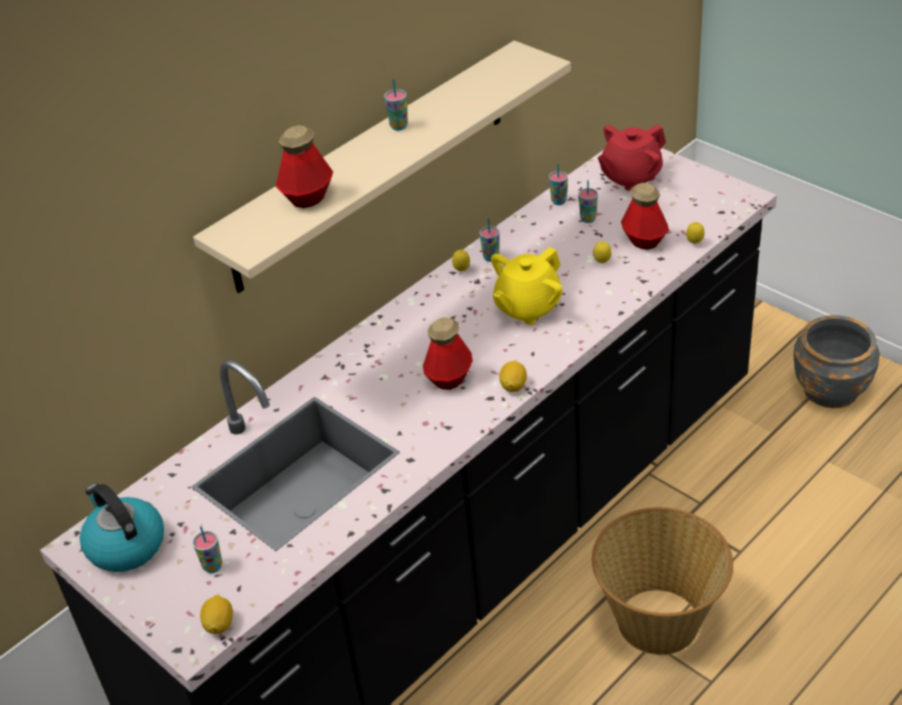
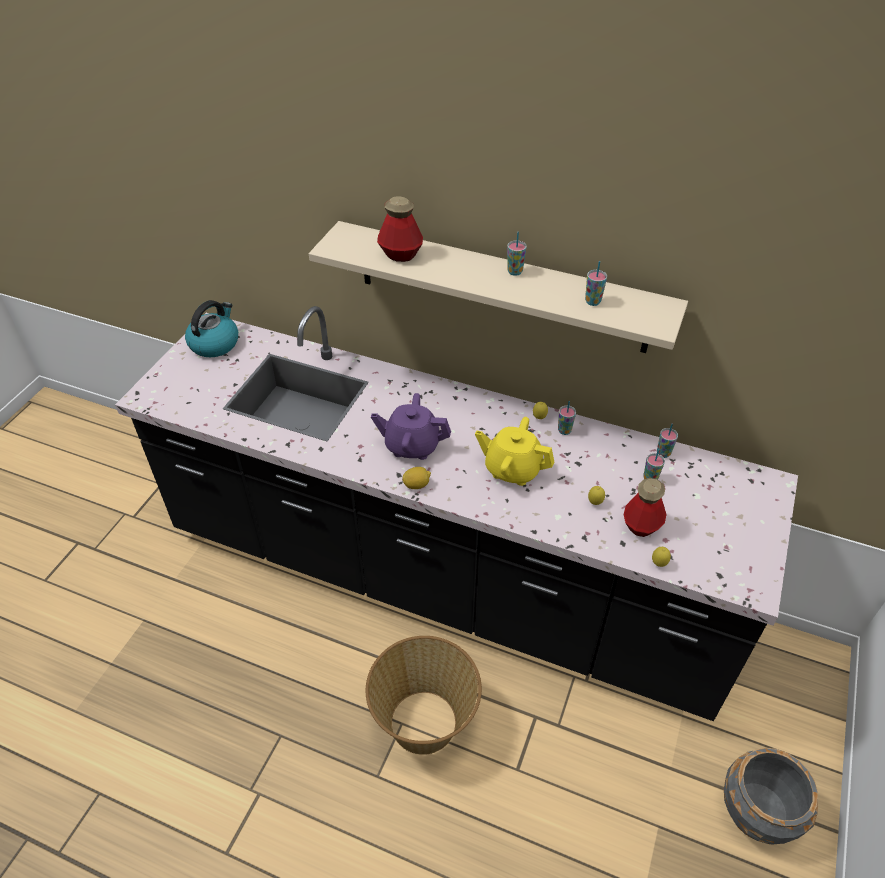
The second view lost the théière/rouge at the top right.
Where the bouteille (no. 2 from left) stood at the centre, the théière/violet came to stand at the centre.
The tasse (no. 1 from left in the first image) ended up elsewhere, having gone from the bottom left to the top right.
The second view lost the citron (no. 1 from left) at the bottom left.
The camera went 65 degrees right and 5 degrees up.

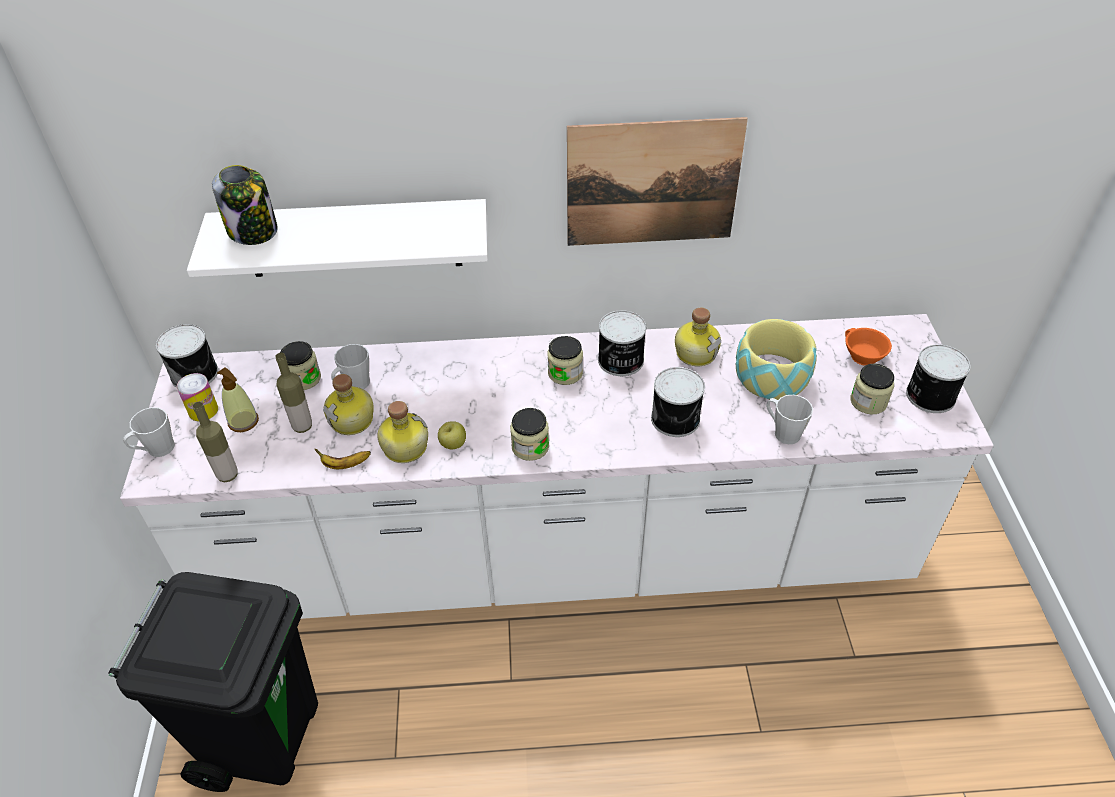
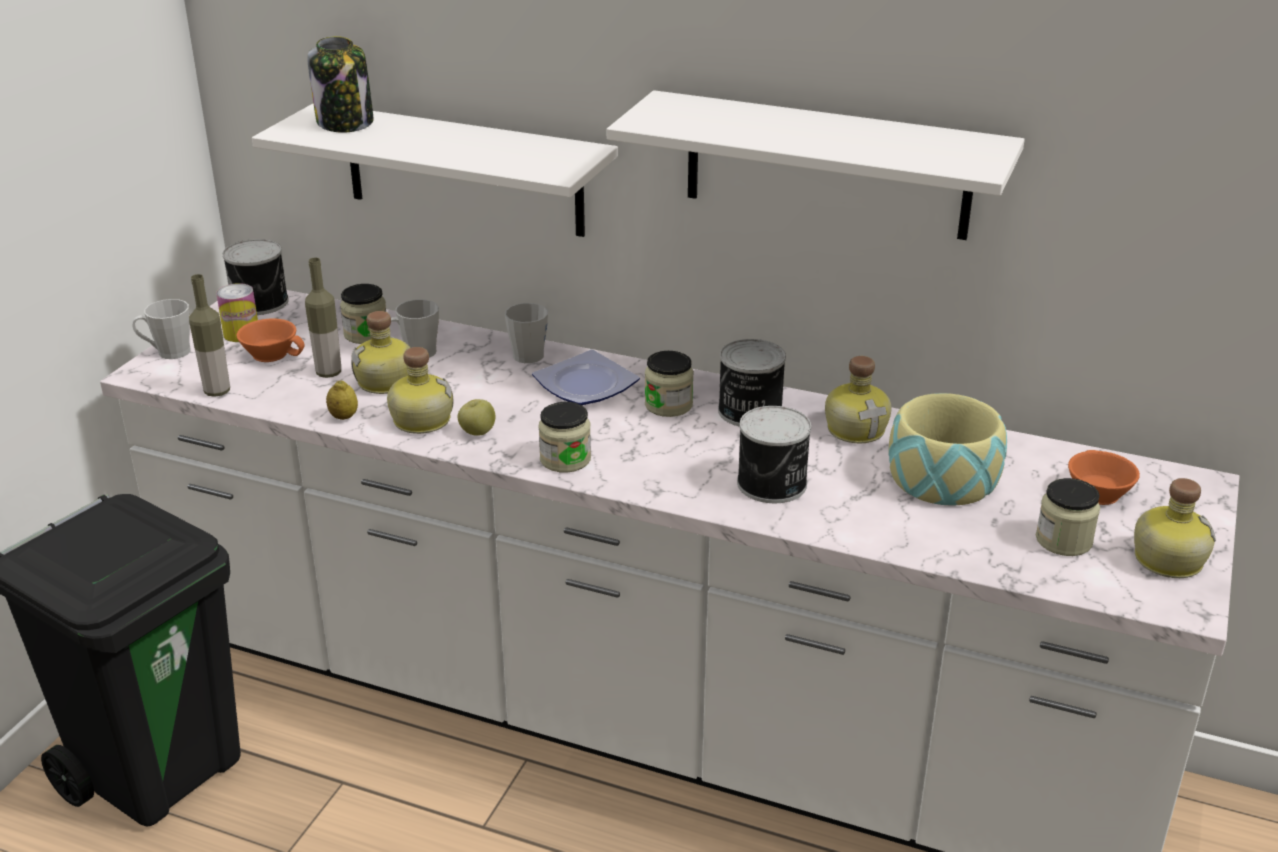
Where the tableau hung at the top centre, the étagère/blanc (no. 2 from left) came to hang at the top centre.
Where the boîte métallique (no. 5 from left) stood at the middle right, the bouteille (no. 6 from left) came to stand at the middle right.
Where the distributeur de savon stood at the middle left, the tasse/orange (no. 1 from left) came to stand at the middle left.
The mug/gris (no. 3 from left) ended up elsewhere, having gone from the middle right to the centre.
Where the banane stood at the middle left, the citron came to stand at the middle left.
The second view gained the assiette at the centre.
The camera went 25 degrees right and 15 degrees down.

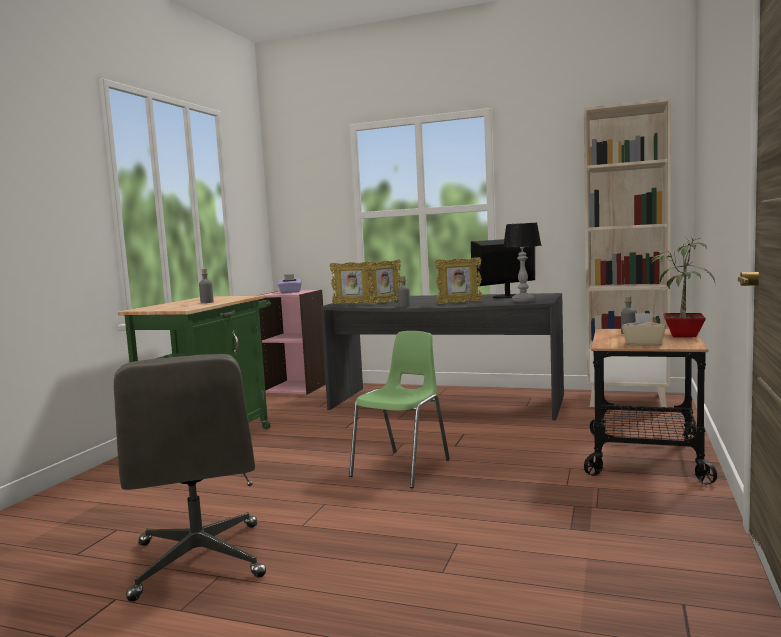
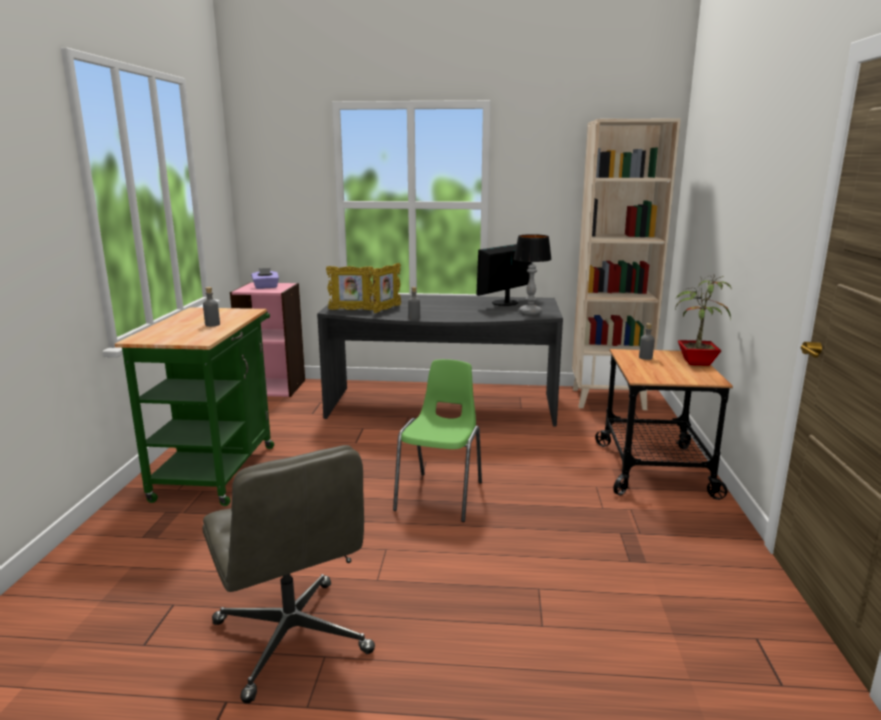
The second view lost the cadre photo (no. 3 from left) at the centre.
The second view lost the boîte à mouchoirs/beige at the middle right.
The camera went 15 degrees left and 10 degrees up.

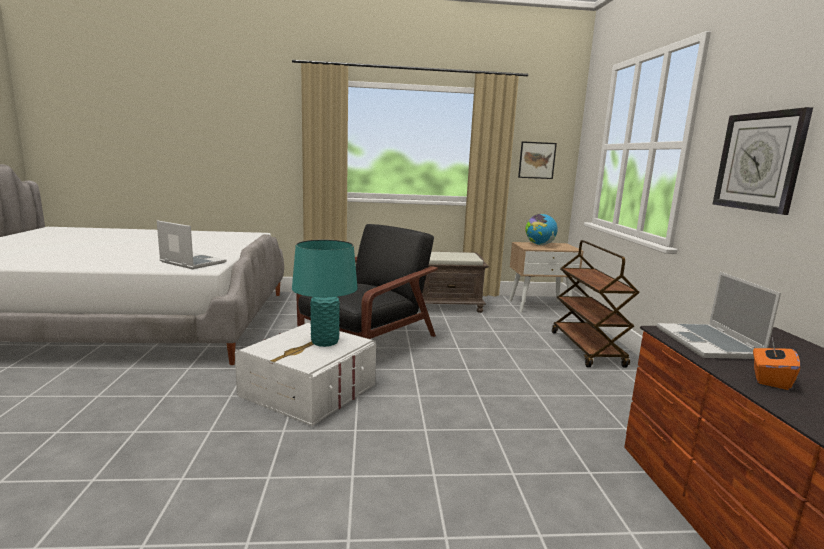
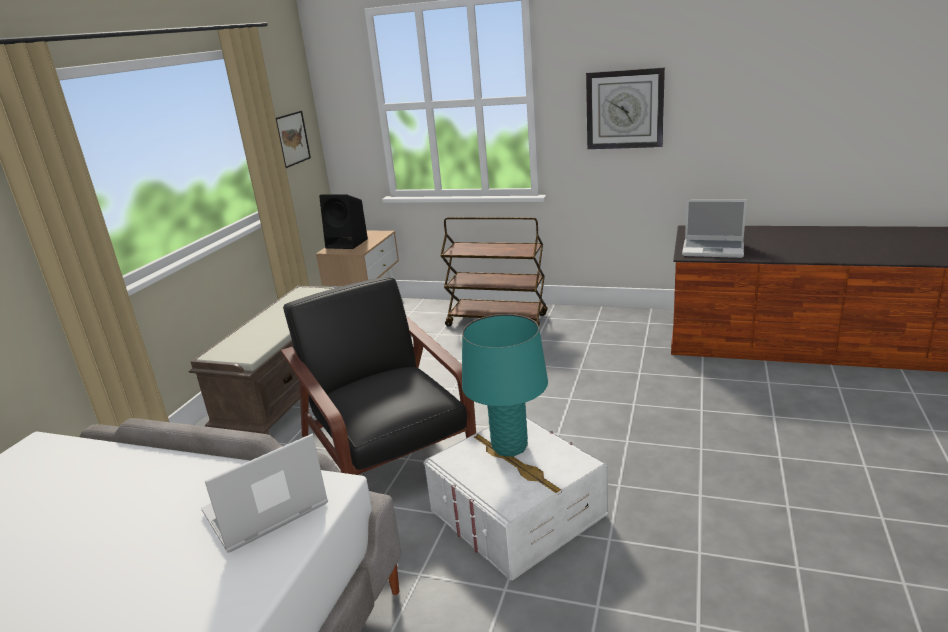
Where the globe stood at the centre, the enceinte/noir came to stand at the centre.
The second view lost the boîte à mouchoirs/orange at the middle right.
The camera went 65 degrees left and 10 degrees up.

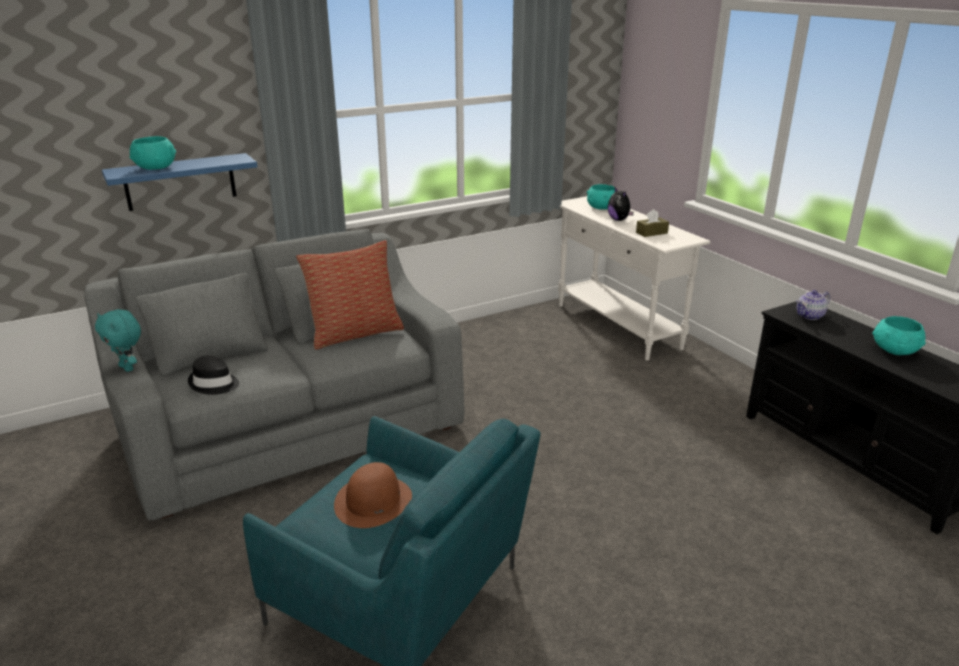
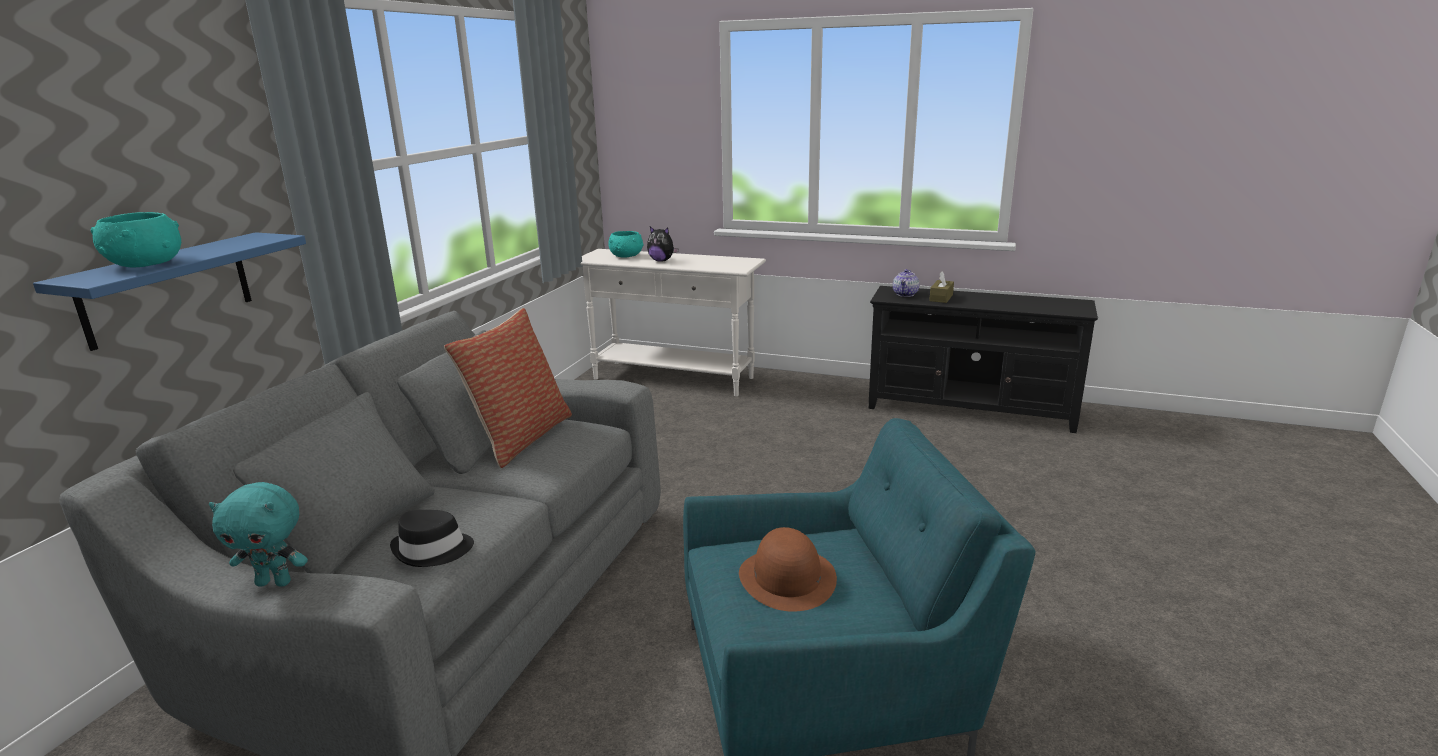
The boîte à mouchoirs/marron ended up elsewhere, having gone from the middle right to the centre.
The second view lost the bol/turquoise (no. 3 from left) at the middle right.
The camera went 40 degrees left and 5 degrees down.

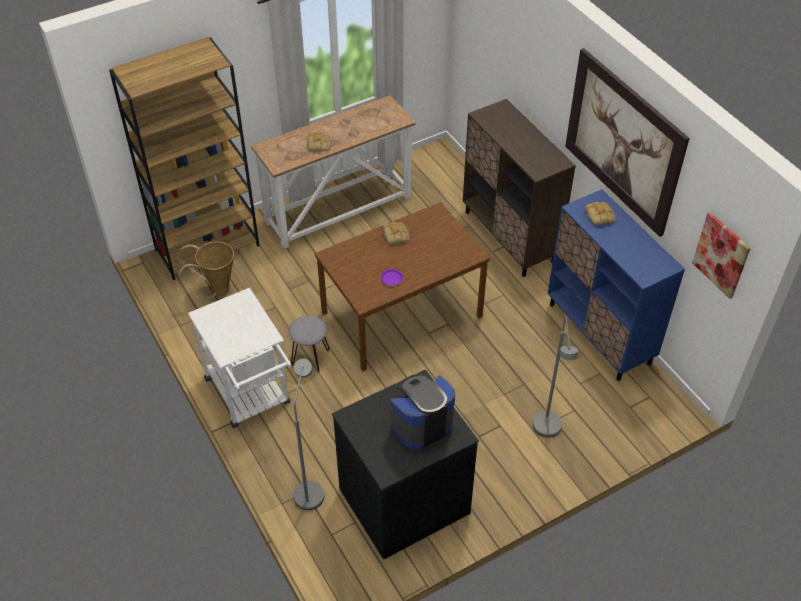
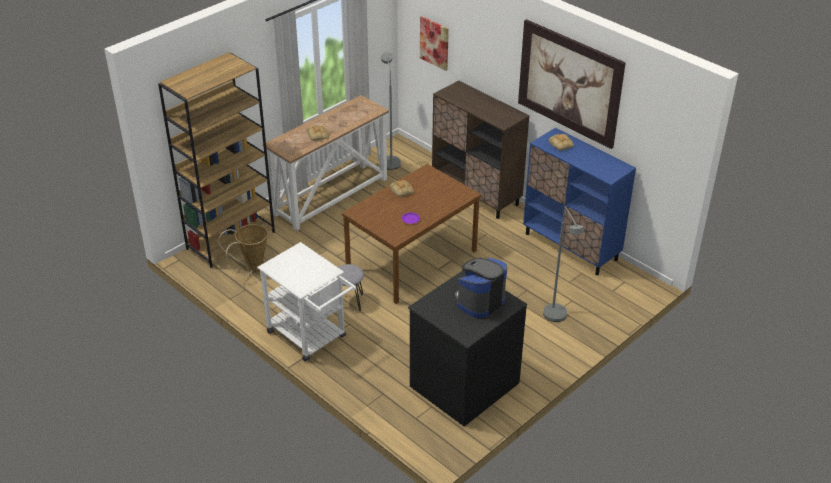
The tableau (no. 2 from left in the first image) ended up elsewhere, having gone from the middle right to the top centre.
The lampadaire/gris (no. 1 from left) ended up elsewhere, having gone from the bottom centre to the top centre.
The camera went 15 degrees left and 10 degrees down.

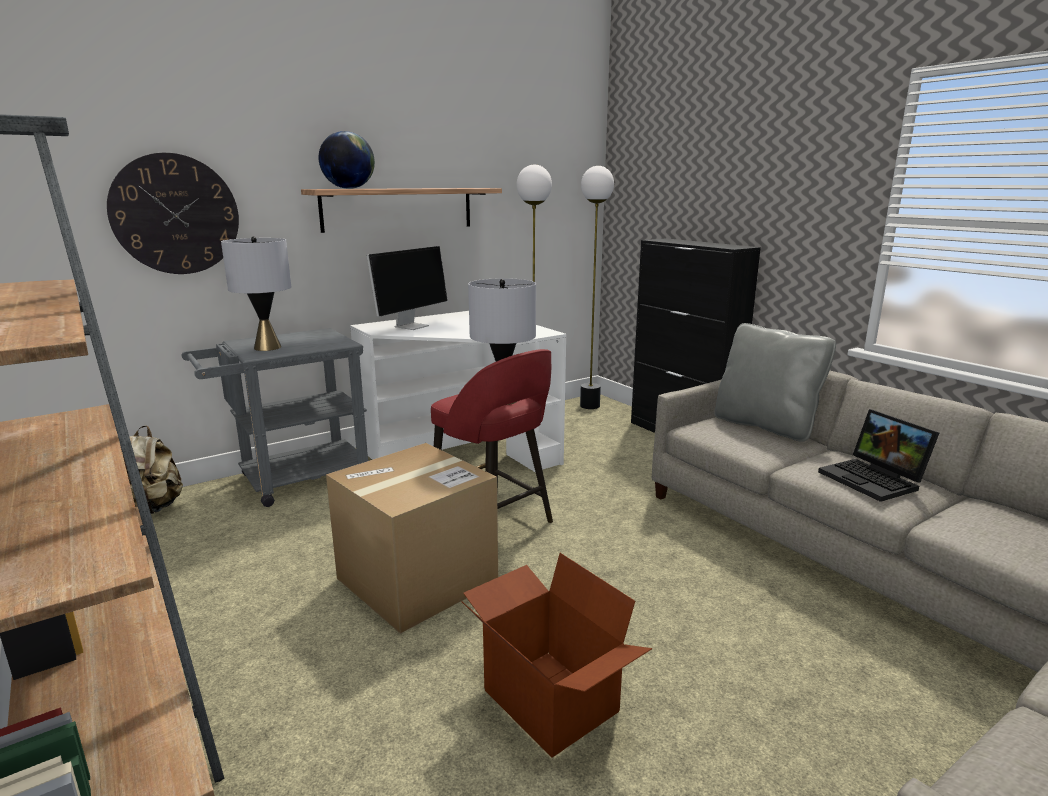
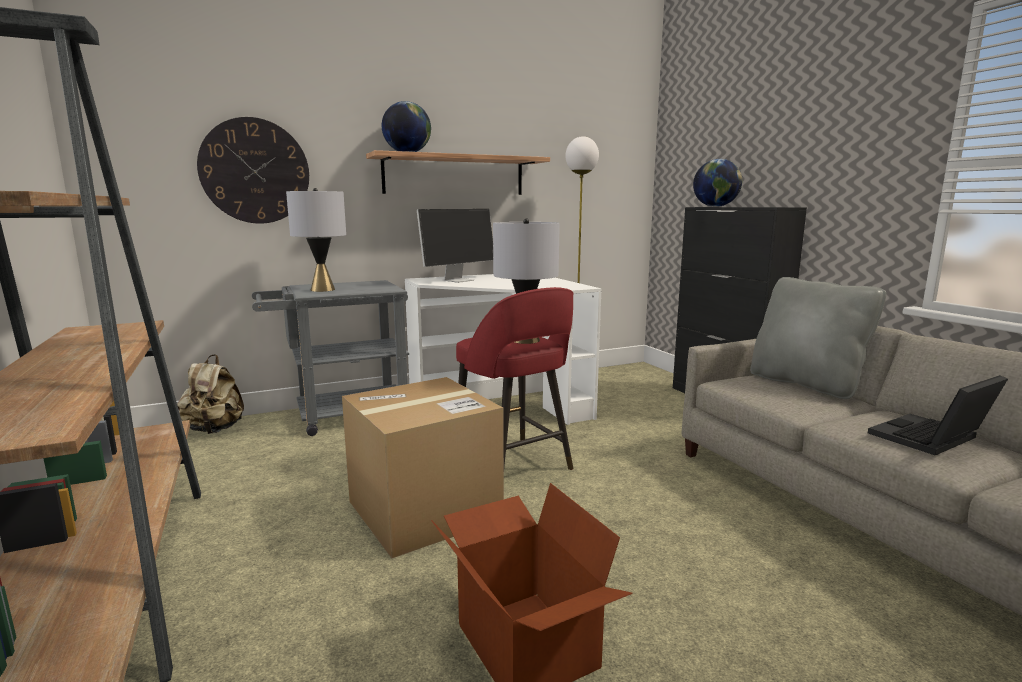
The second view lost the lampadaire (no. 2 from left) at the centre.
The ordinateur portable at the middle right ended up facing another way, 75 degrees clockwise from before.
The second view gained the globe (no. 2 from left) at the top right.
The camera went 10 degrees right and 5 degrees down.

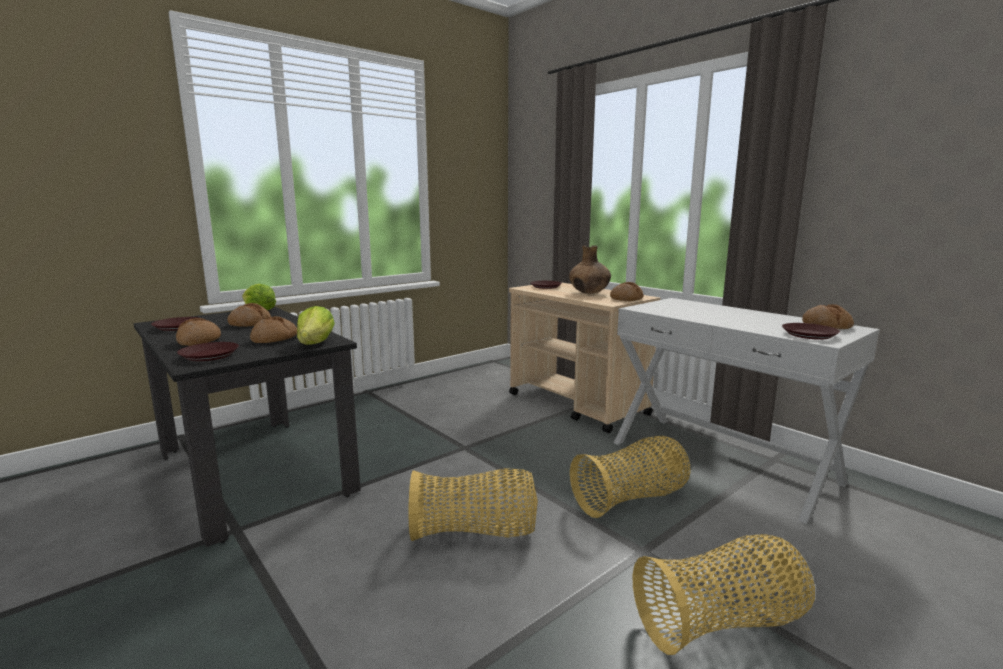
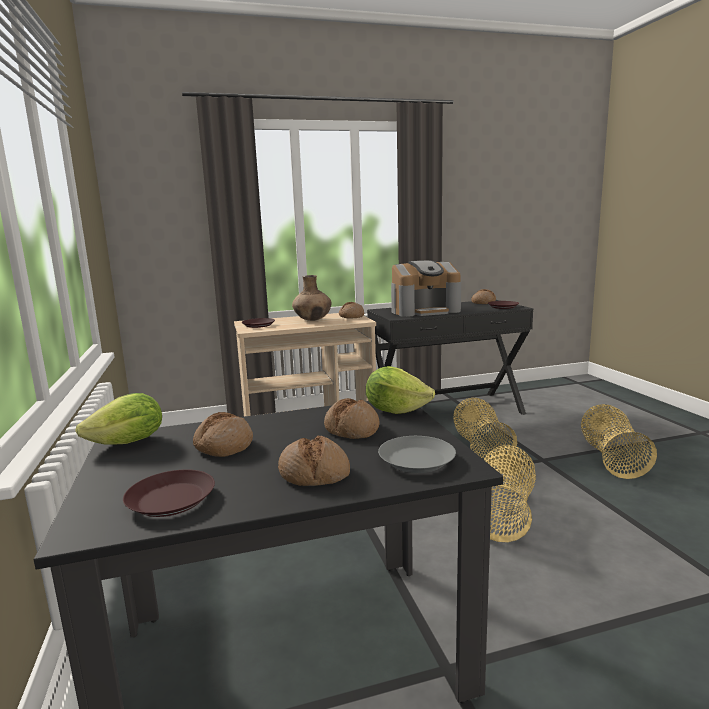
What was the table console/blanc at the middle right turned into the table console/noir at the centre.
What was the assiette/marron (no. 2 from left) at the middle left turned into the assiette/gris at the centre.
The second view gained the machine à café at the centre.
The camera went 65 degrees left and 0 degrees up.

